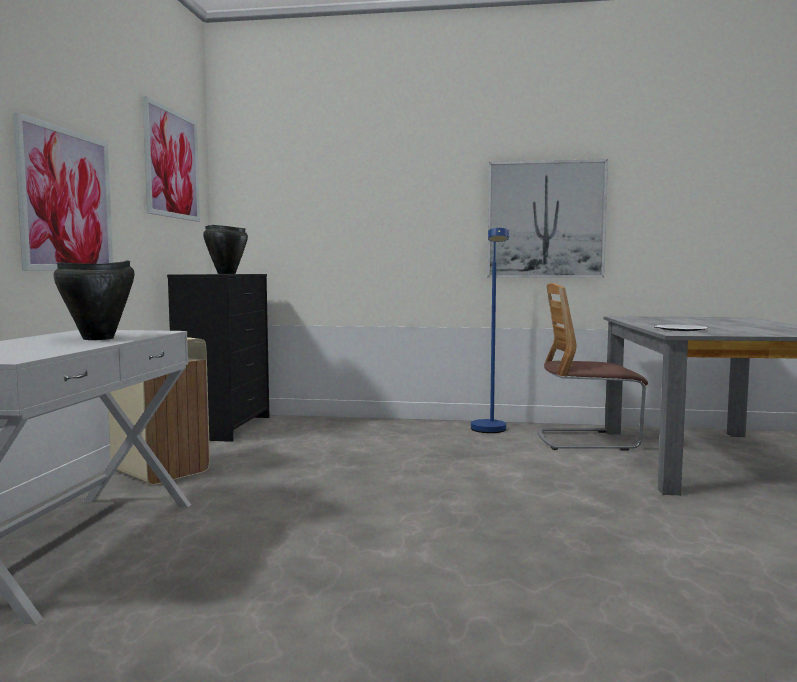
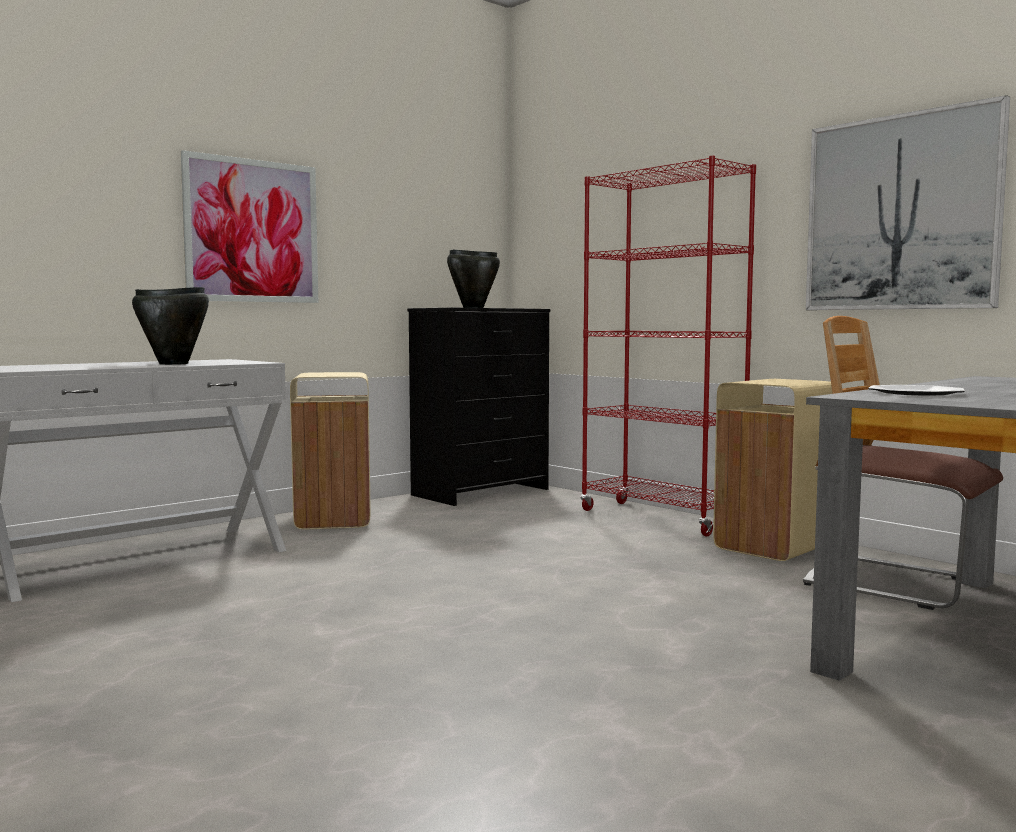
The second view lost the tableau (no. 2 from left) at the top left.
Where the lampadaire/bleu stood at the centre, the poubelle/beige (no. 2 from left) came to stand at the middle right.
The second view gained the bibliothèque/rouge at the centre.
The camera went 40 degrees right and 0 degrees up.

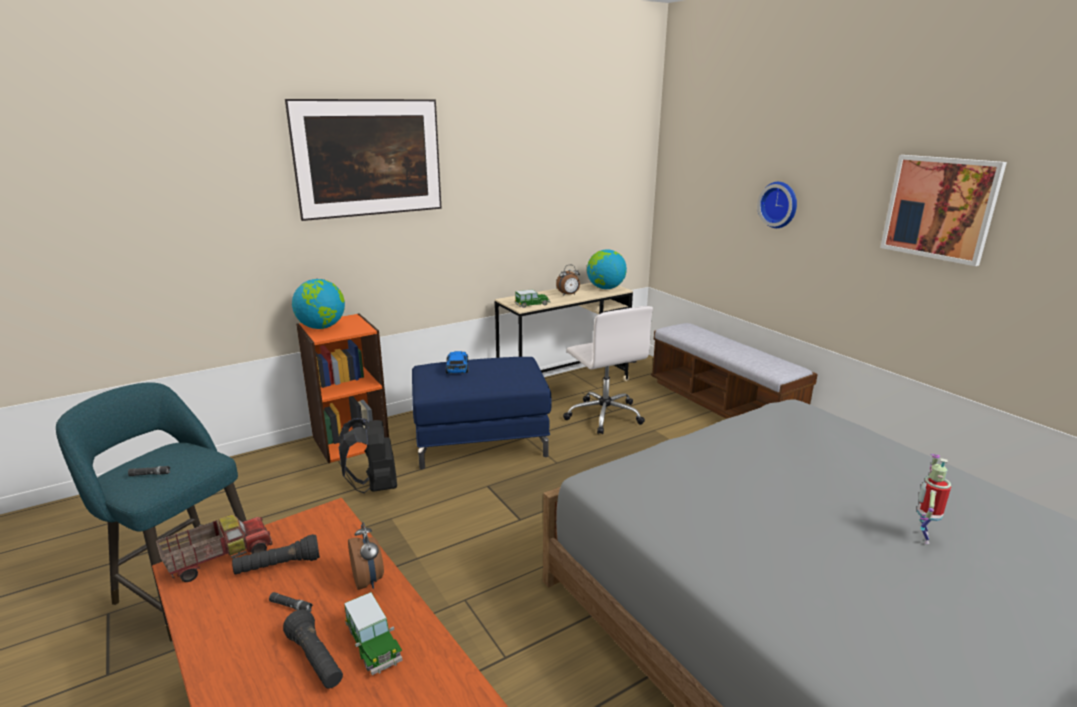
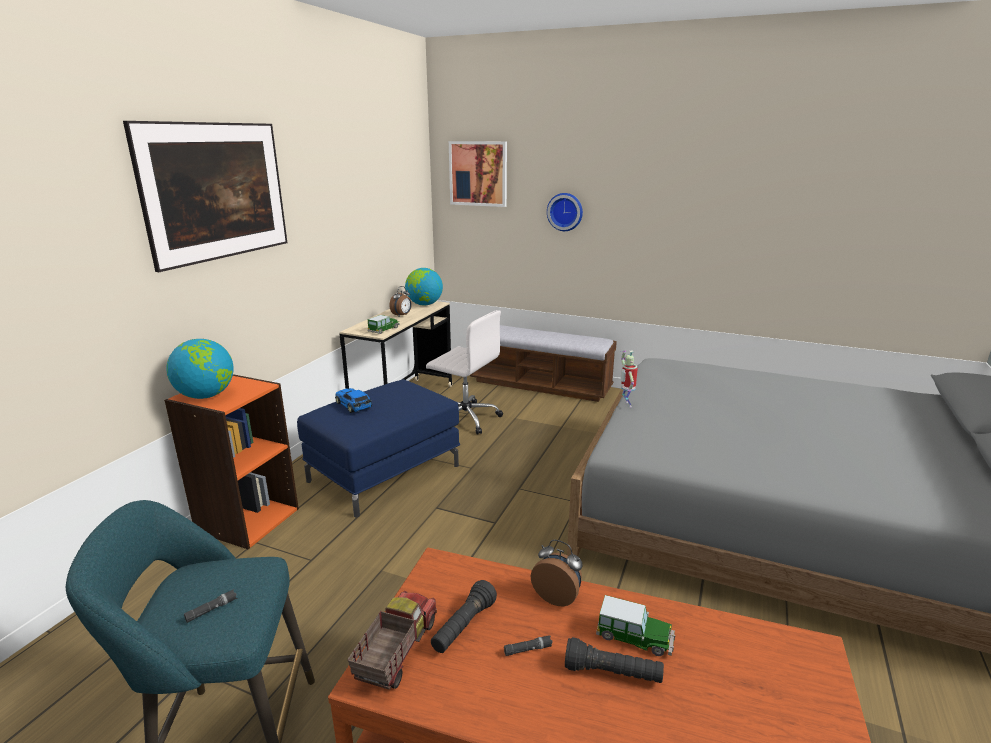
The tableau (no. 2 from left) ended up elsewhere, having gone from the top right to the top centre.
The second view lost the sac à dos/noir at the centre.
The robot jouet ended up elsewhere, having gone from the bottom right to the centre.
The camera went 35 degrees left and 0 degrees up.

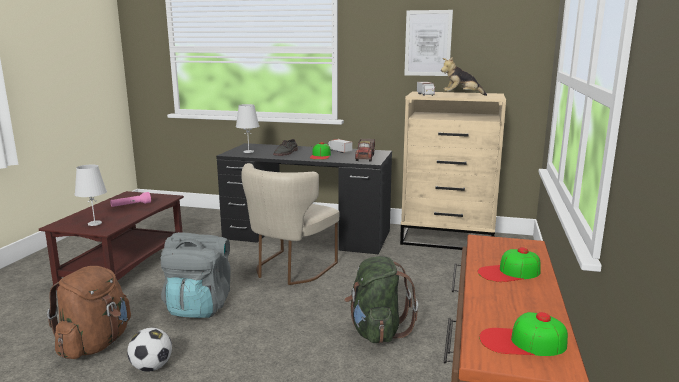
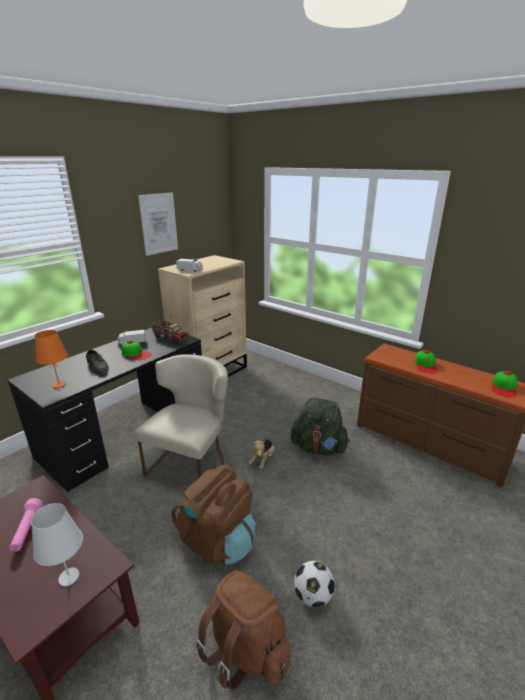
The peluche ended up elsewhere, having gone from the top right to the centre.
What was the lampe de table/blanc (no. 2 from left) at the centre turned into the lampe de table/orange at the middle left.
The chaise/beige at the centre ended up facing another way, 120 degrees counterclockwise from before.
What was the sac à dos/gris at the bottom left turned into the sac à dos/marron (no. 1 from left) at the bottom centre.
The camera went 65 degrees left and 10 degrees up.

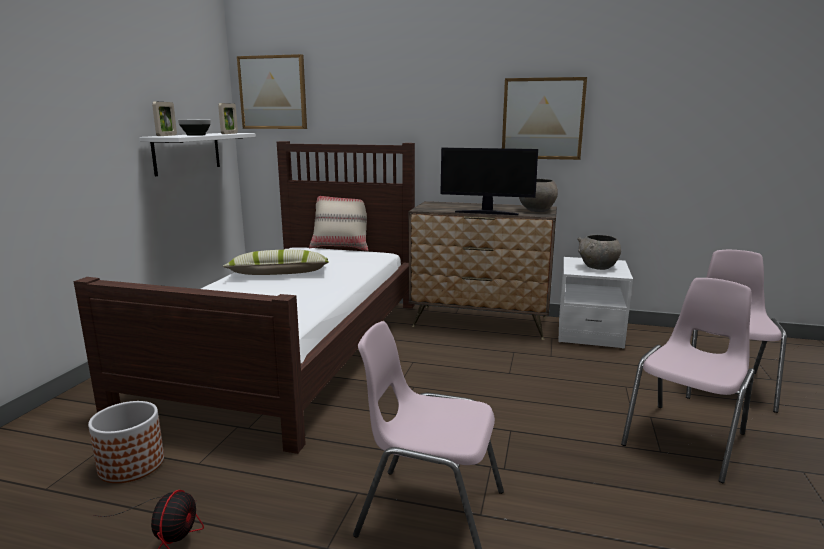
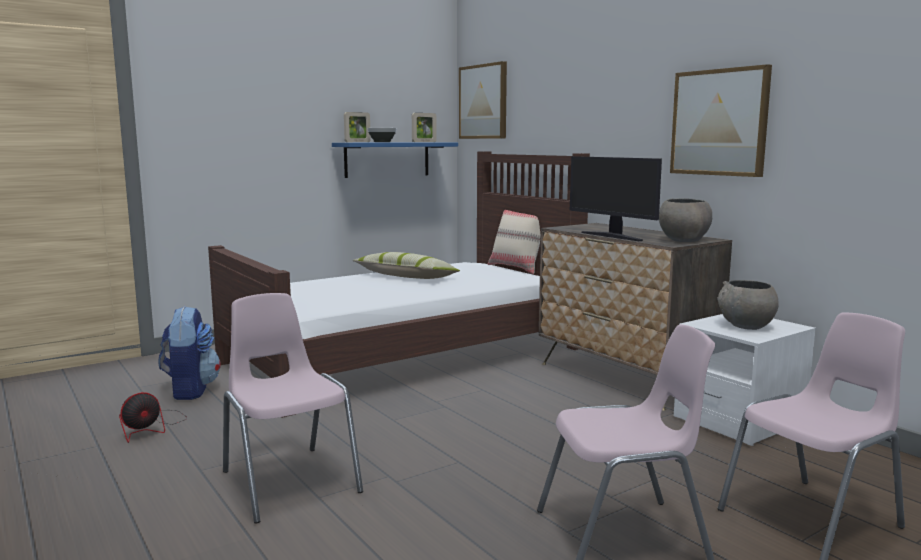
What was the étagère/blanc at the top left turned into the étagère/bleu at the top centre.
Where the cache-pot stood at the bottom left, the sac à dos came to stand at the middle left.
The camera went 40 degrees right and 5 degrees down.

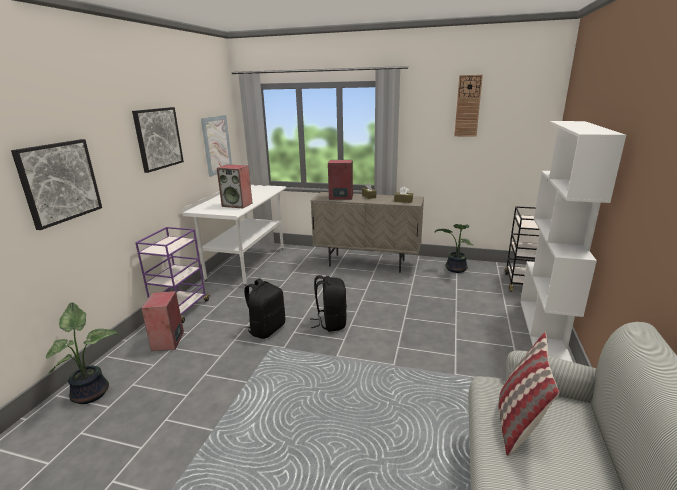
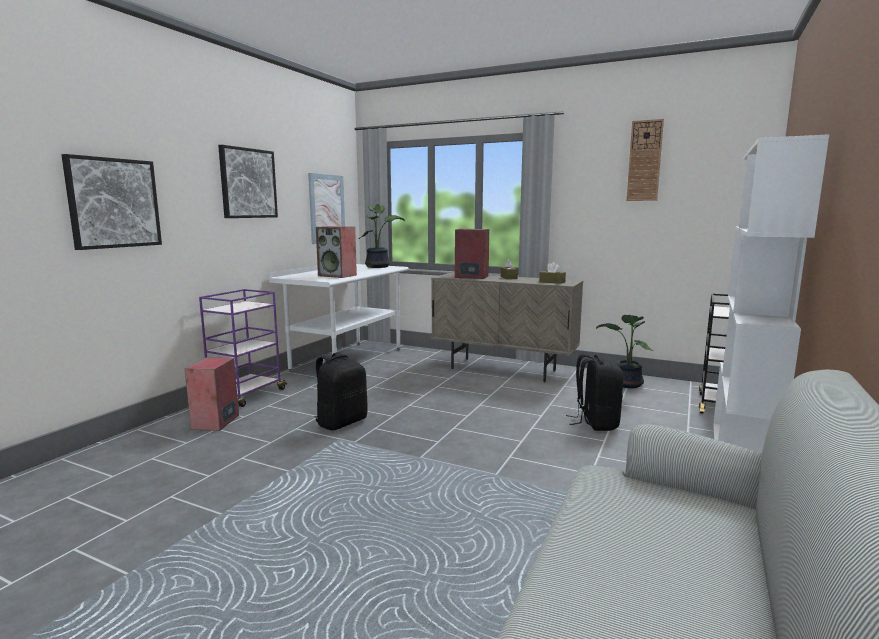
The sac à dos/noir (no. 2 from left) ended up elsewhere, having gone from the centre to the middle right.
The plante en pot (no. 1 from left) ended up elsewhere, having gone from the bottom left to the centre.
The second view lost the coussin at the bottom right.
The camera went 10 degrees right and 10 degrees down.

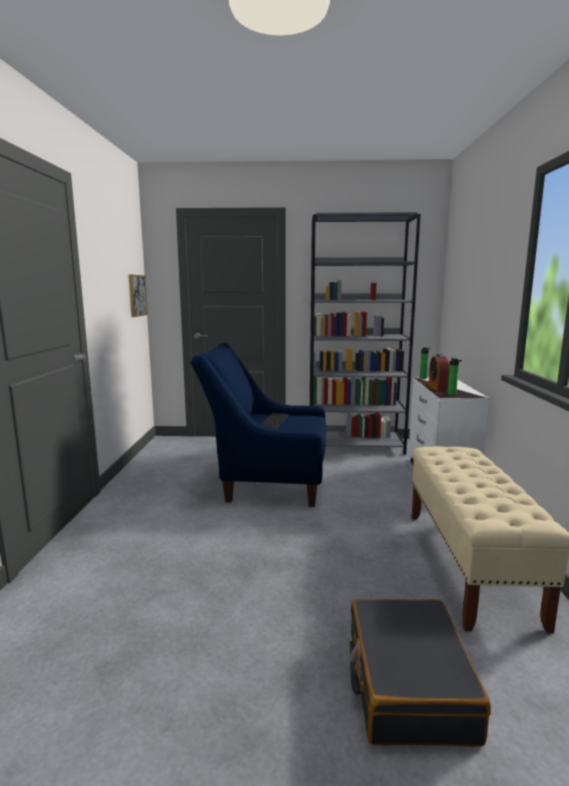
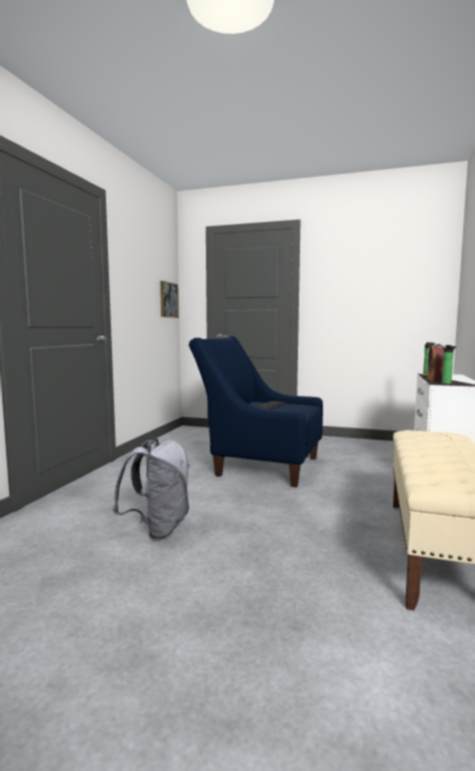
The second view lost the bibliothèque/gris at the centre.
The second view lost the valise/noir at the bottom right.
The second view gained the sac à dos/gris at the middle left.
The camera went 15 degrees right and 5 degrees down.

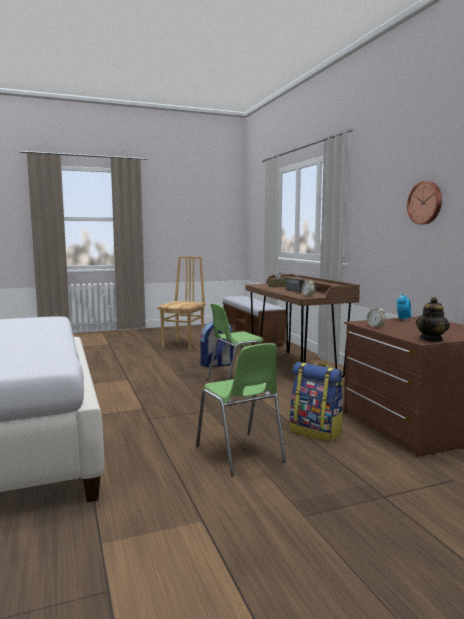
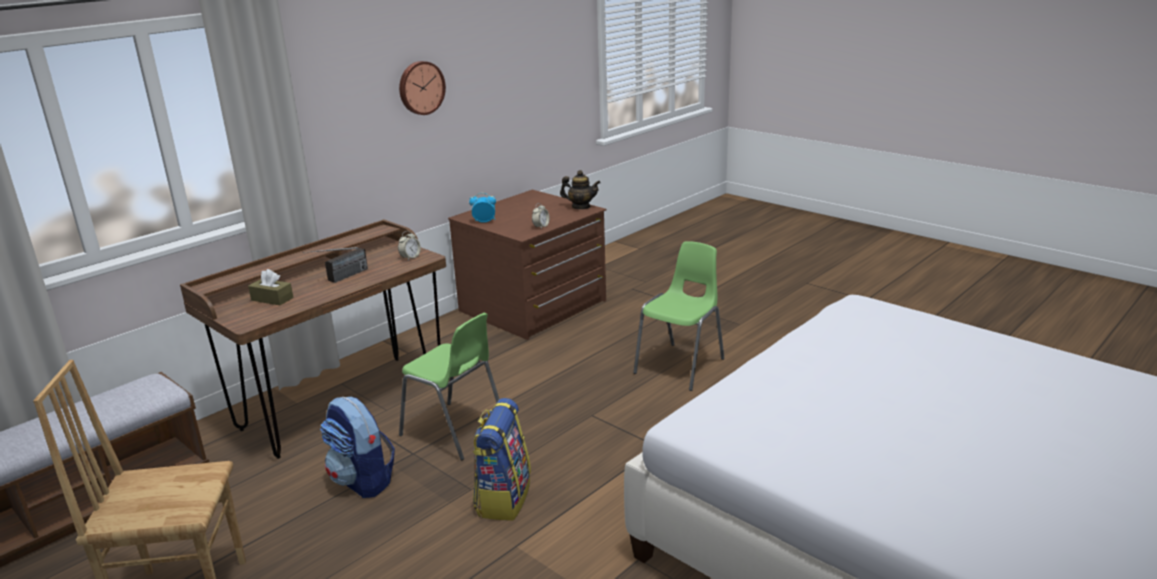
The sac à dos (no. 2 from left) ended up elsewhere, having gone from the middle right to the bottom centre.
The camera went 115 degrees left and 15 degrees up.

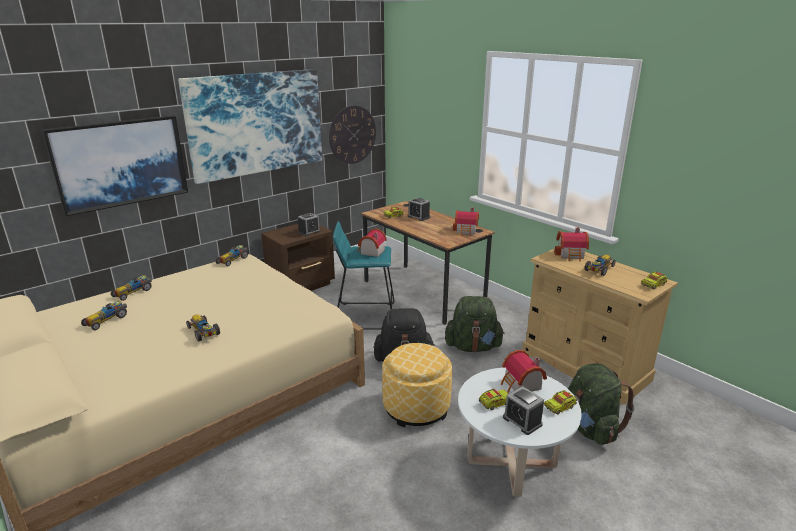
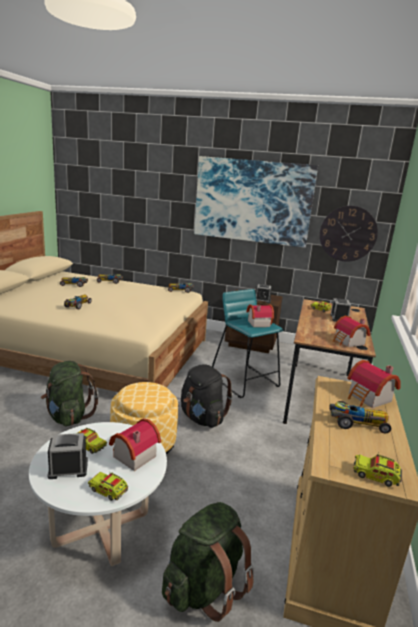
The second view lost the tableau (no. 1 from left) at the top left.
The sac à dos/vert (no. 1 from left) ended up elsewhere, having gone from the centre to the middle left.
The réveil (no. 3 from left in the first image) at the bottom centre ended up facing another way, 60 degrees clockwise from before.
The camera went 55 degrees right and 5 degrees down.

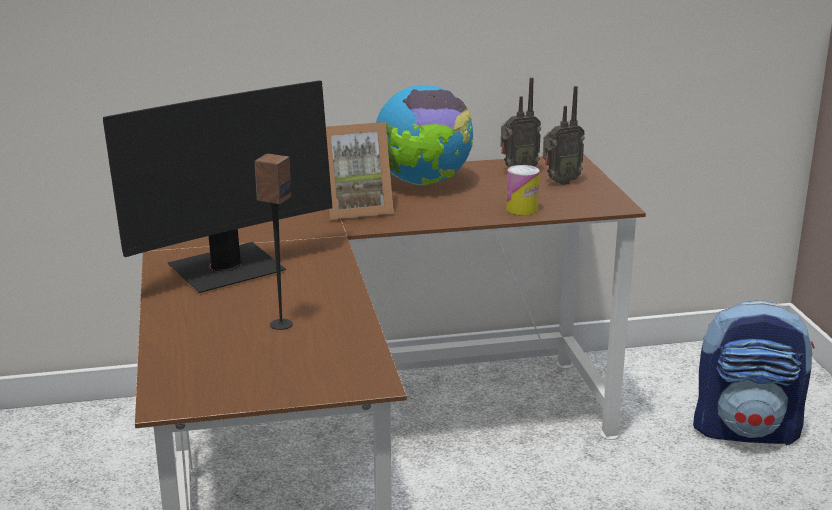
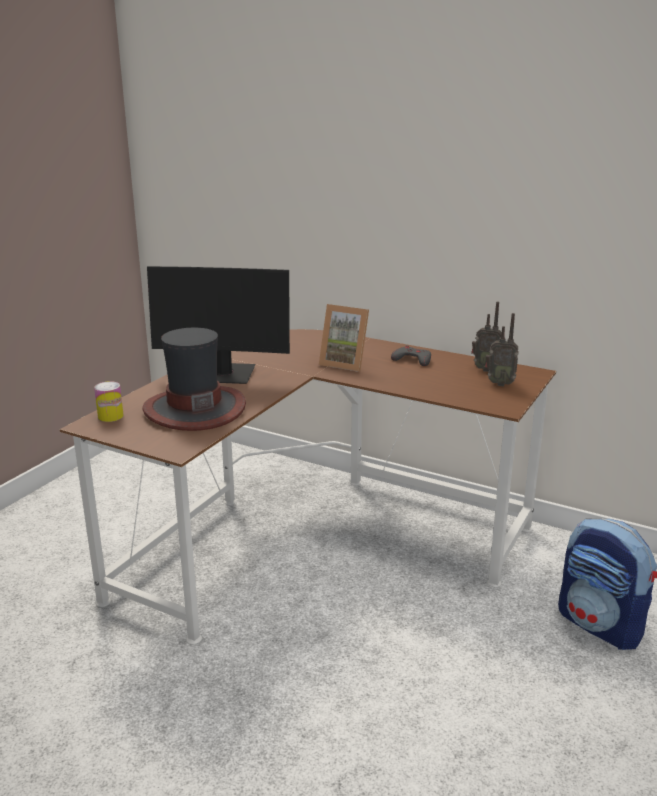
Where the globe stood at the top centre, the manette/gris came to stand at the centre.
Where the enceinte stood at the middle left, the chapeau came to stand at the middle left.
The boîte métallique ended up elsewhere, having gone from the centre to the middle left.
The camera went 40 degrees right and 0 degrees up.

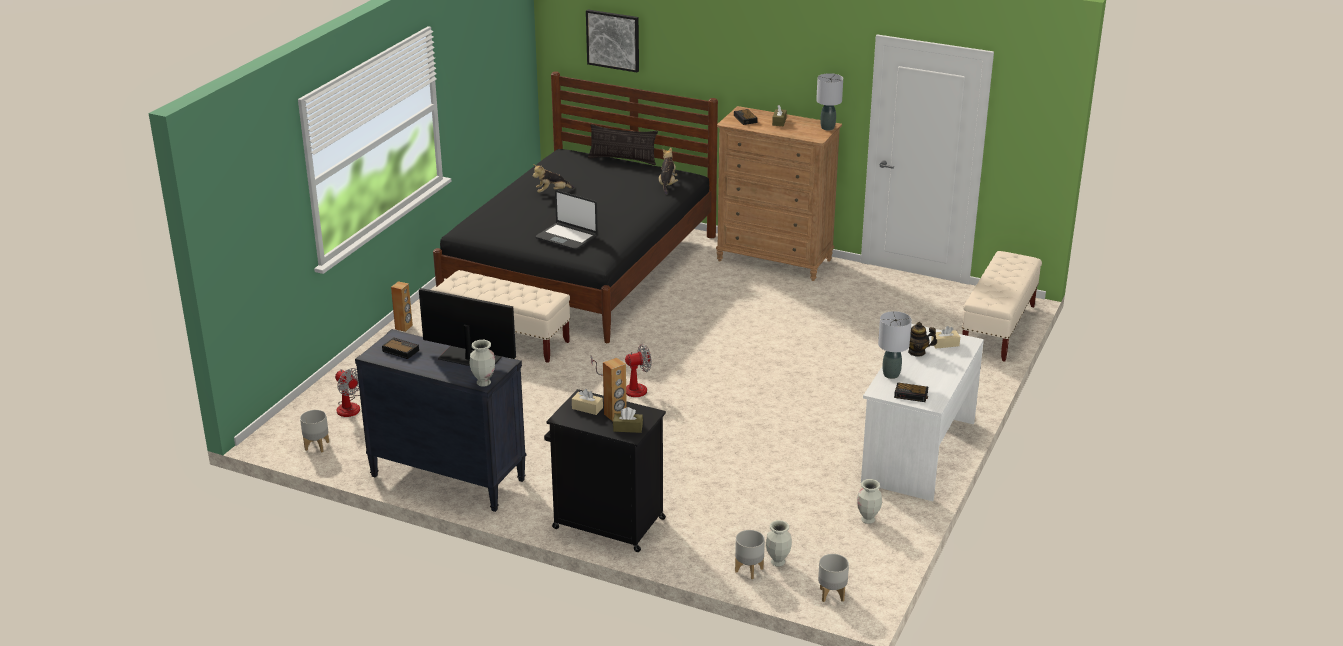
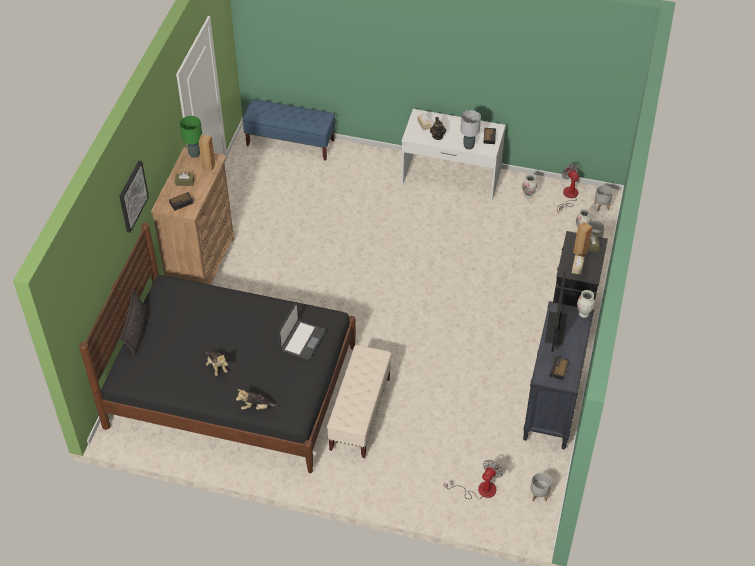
The tableau ended up elsewhere, having gone from the top centre to the middle left.
What was the lampe de table/gris (no. 1 from left) at the top centre turned into the lampe de table/vert at the top left.
The peluche (no. 2 from left) ended up elsewhere, having gone from the top centre to the bottom centre.
What was the banc/beige (no. 2 from left) at the middle right turned into the banc/bleu at the top centre.
The enceinte/marron (no. 1 from left) ended up elsewhere, having gone from the middle left to the top left.
The ventilateur (no. 2 from left) ended up elsewhere, having gone from the centre to the top right.
The camera went 100 degrees left and 20 degrees up.

